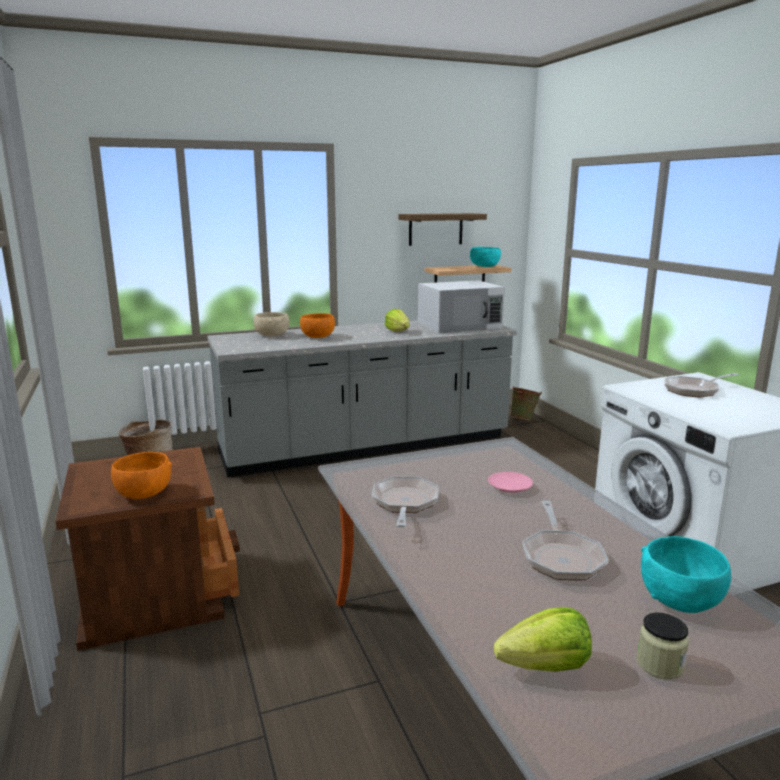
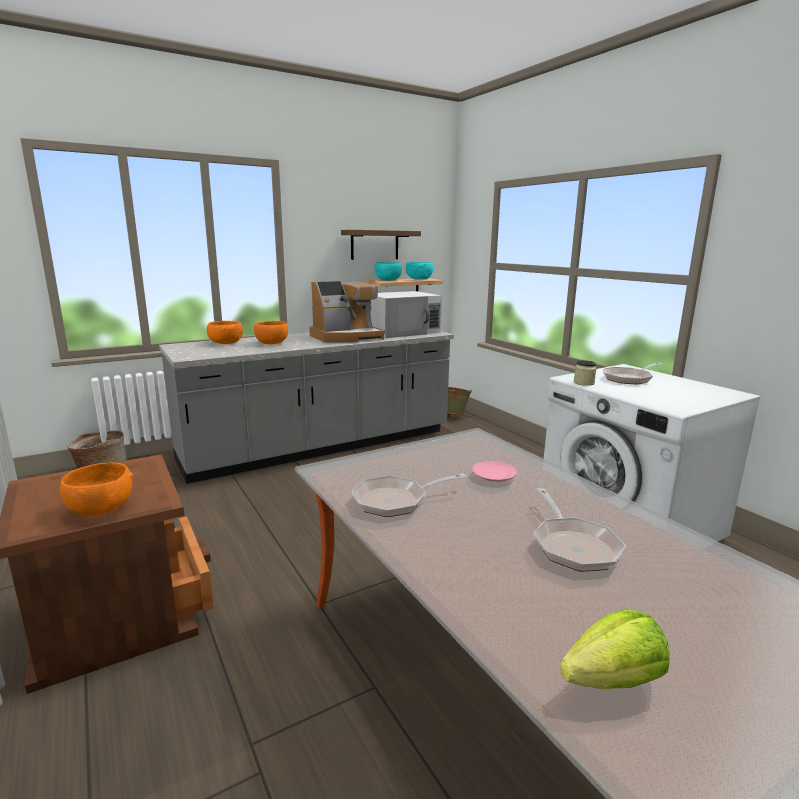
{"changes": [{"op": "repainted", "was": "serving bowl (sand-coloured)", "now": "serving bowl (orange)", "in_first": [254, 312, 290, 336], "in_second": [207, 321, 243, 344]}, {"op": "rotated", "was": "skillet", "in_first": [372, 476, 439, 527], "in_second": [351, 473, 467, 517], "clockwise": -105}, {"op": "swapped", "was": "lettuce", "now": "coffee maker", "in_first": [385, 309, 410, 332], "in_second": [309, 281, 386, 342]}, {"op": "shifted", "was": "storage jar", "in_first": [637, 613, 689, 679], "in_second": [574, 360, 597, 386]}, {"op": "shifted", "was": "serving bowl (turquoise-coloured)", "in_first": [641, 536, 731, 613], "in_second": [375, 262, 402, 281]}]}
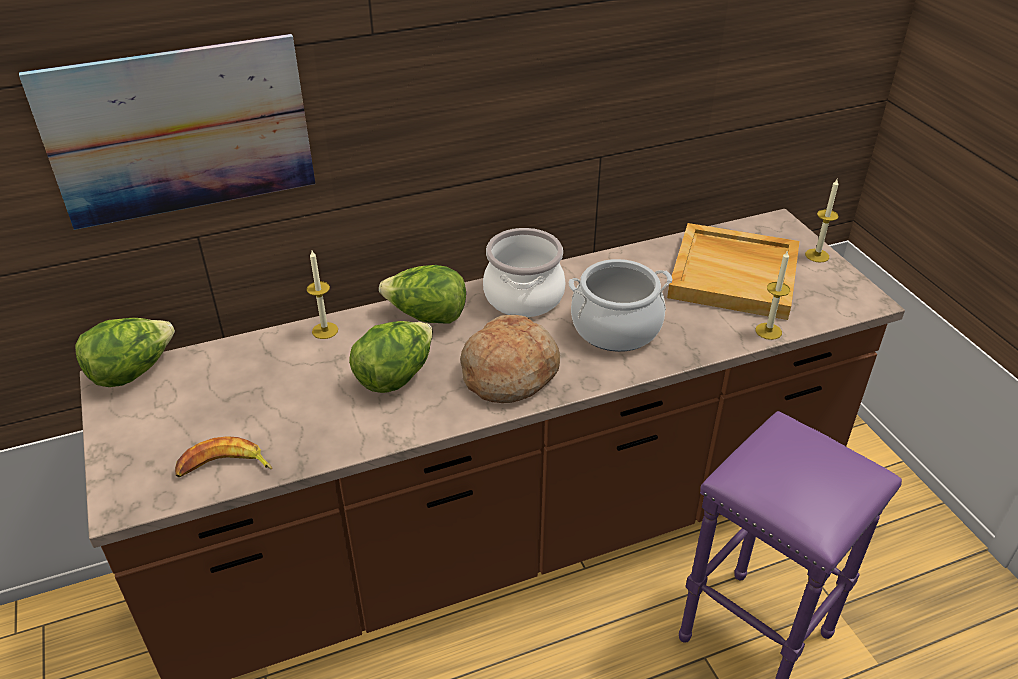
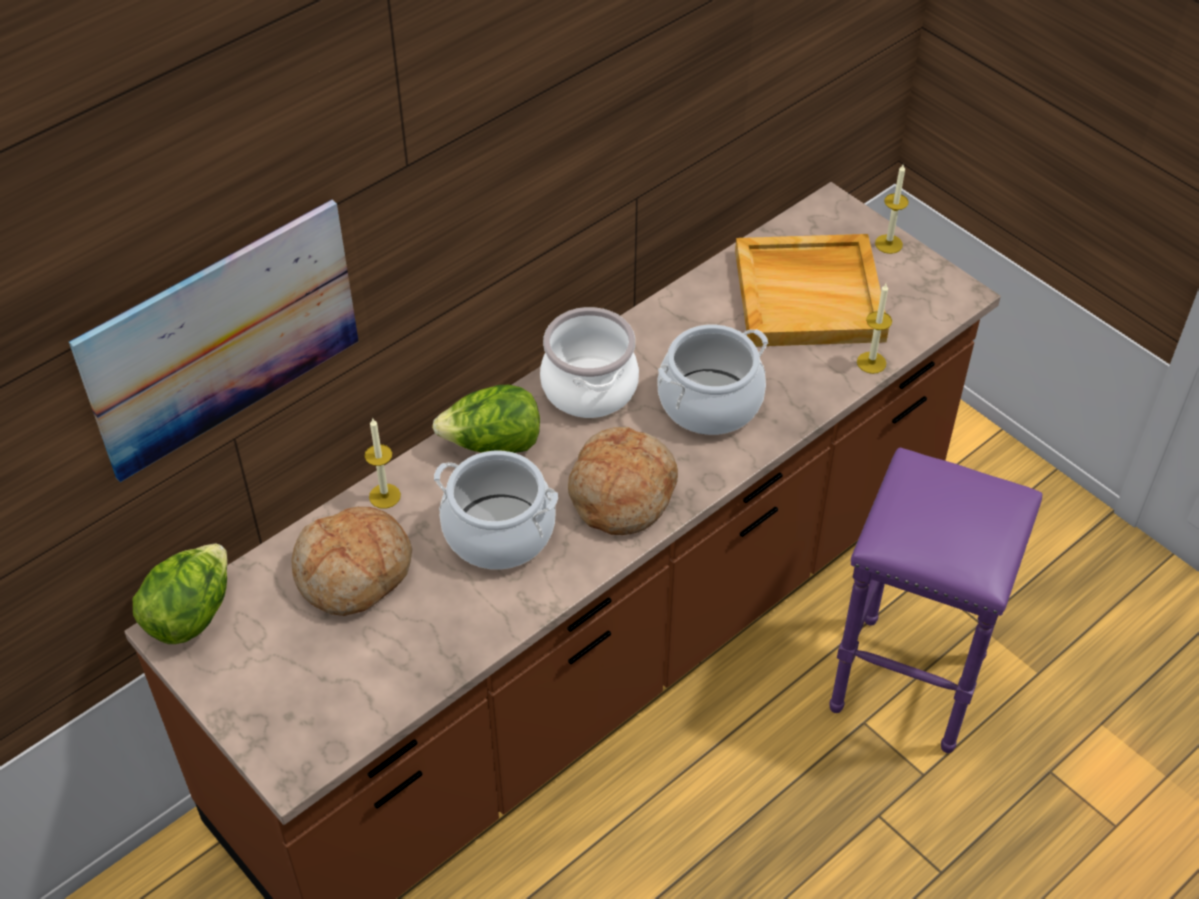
{"changes": [{"op": "gone", "was": "whole banana", "in_first": [175, 436, 272, 477]}, {"op": "swapped", "was": "lettuce", "now": "cooking pot", "in_first": [349, 321, 433, 393], "in_second": [434, 451, 558, 570]}, {"op": "new", "now": "bread", "in_second": [291, 507, 412, 616]}]}
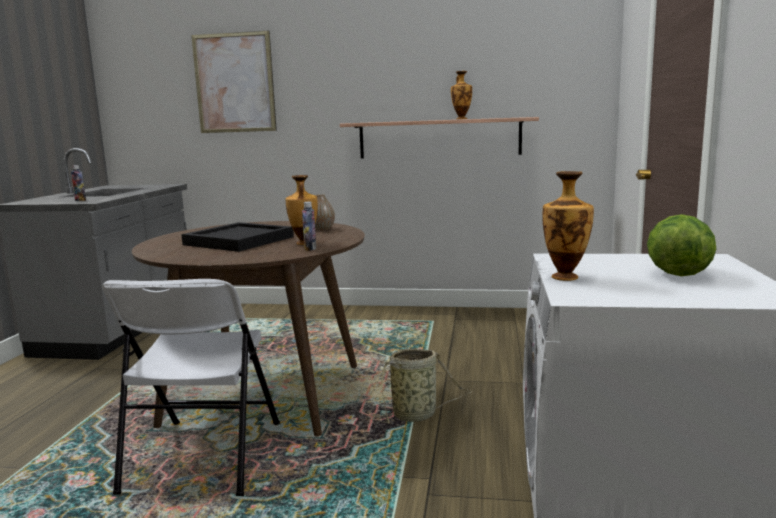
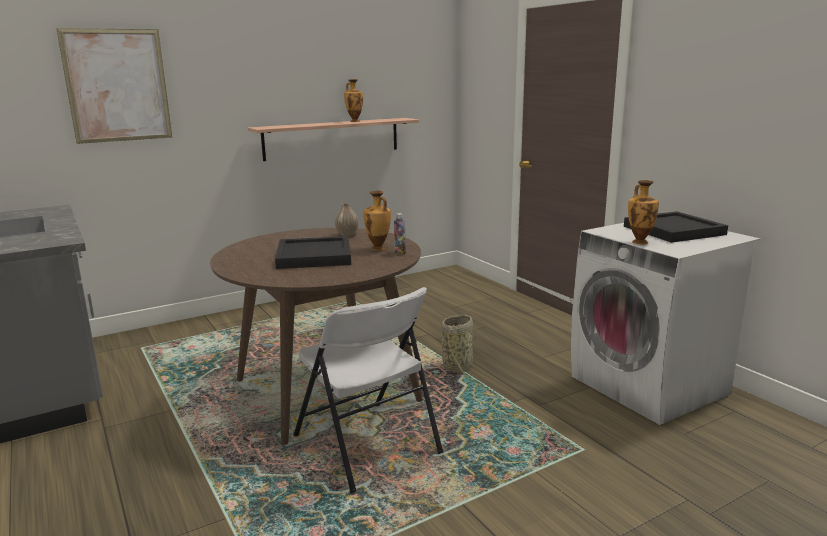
{"changes": [{"op": "gone", "was": "drink bottle", "in_first": [71, 165, 86, 201]}, {"op": "swapped", "was": "lettuce", "now": "carrying tray (black-coloured)", "in_first": [647, 214, 716, 276], "in_second": [624, 211, 728, 243]}]}
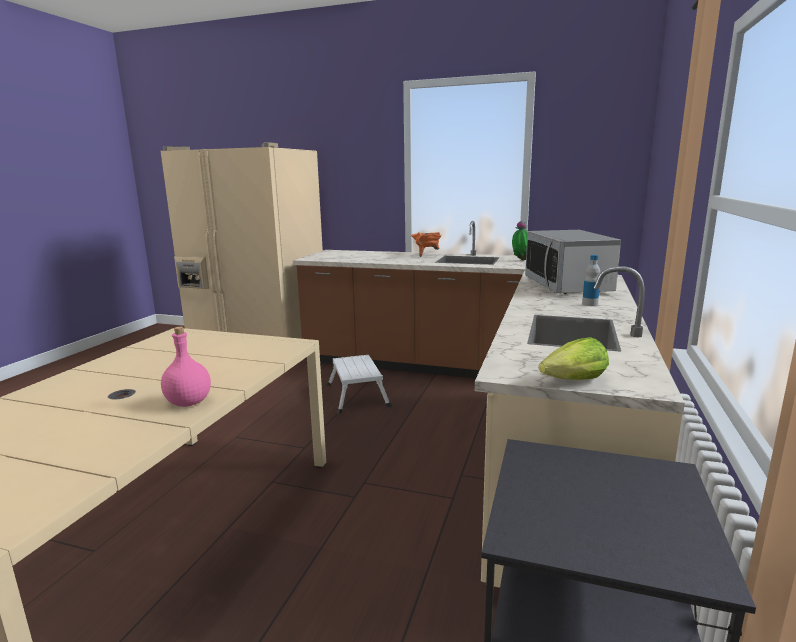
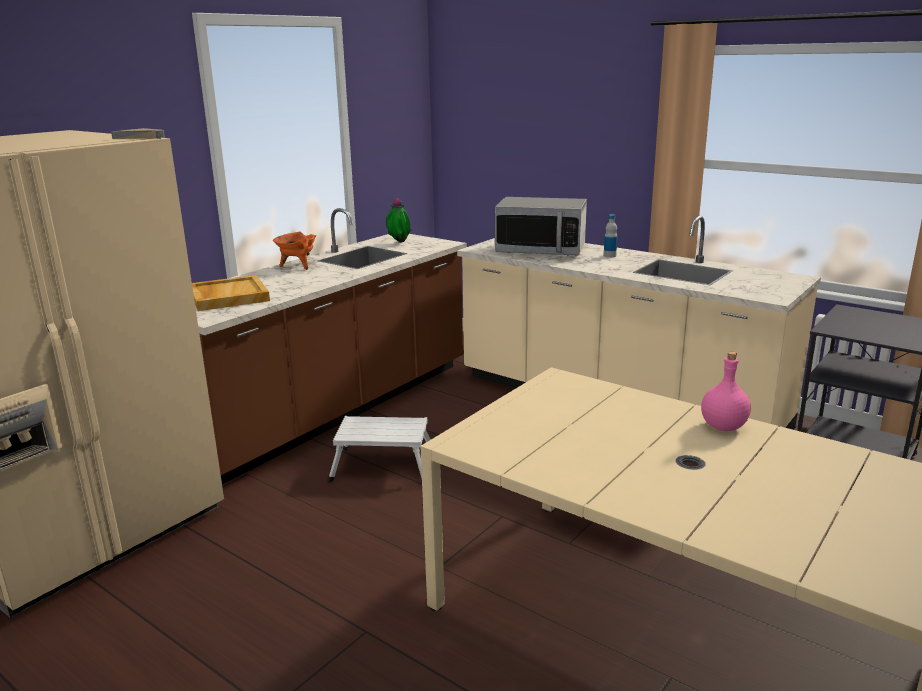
{"changes": [{"op": "gone", "was": "lettuce", "in_first": [539, 337, 609, 380]}, {"op": "new", "now": "carrying tray (sand-coloured)", "in_second": [192, 275, 270, 311]}]}
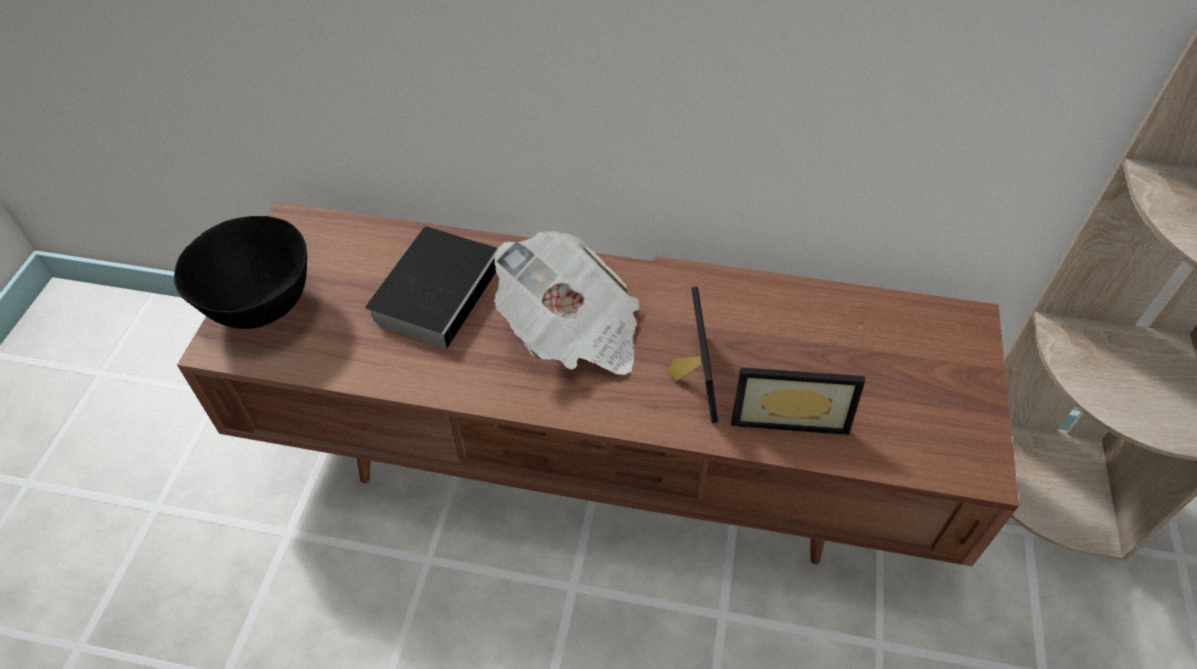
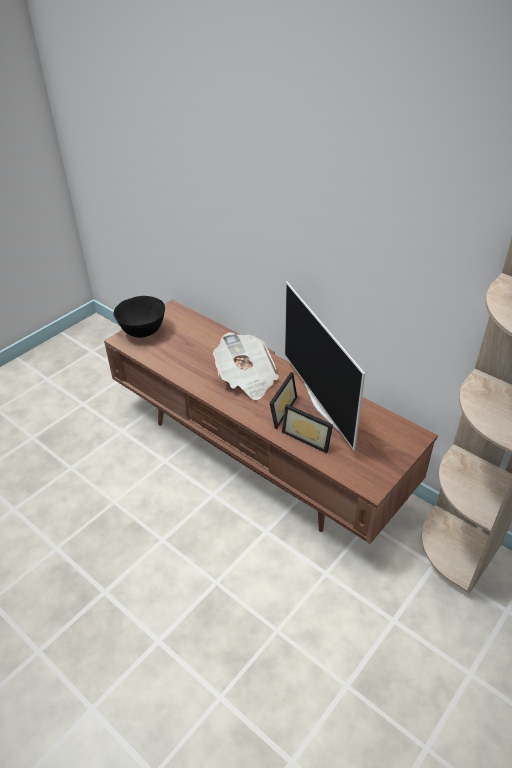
{"changes": [{"op": "gone", "was": "volume", "in_first": [365, 226, 498, 349]}, {"op": "new", "now": "TV set", "in_second": [284, 281, 365, 450]}]}
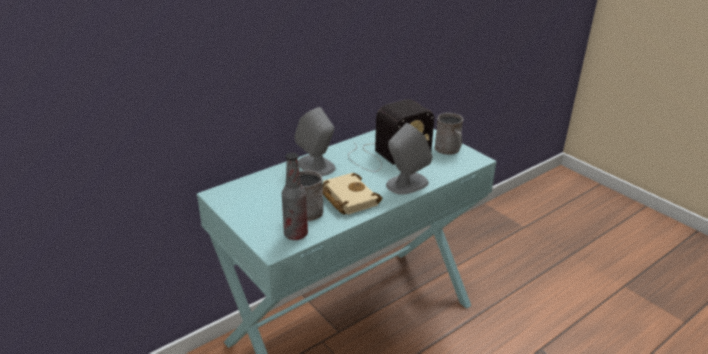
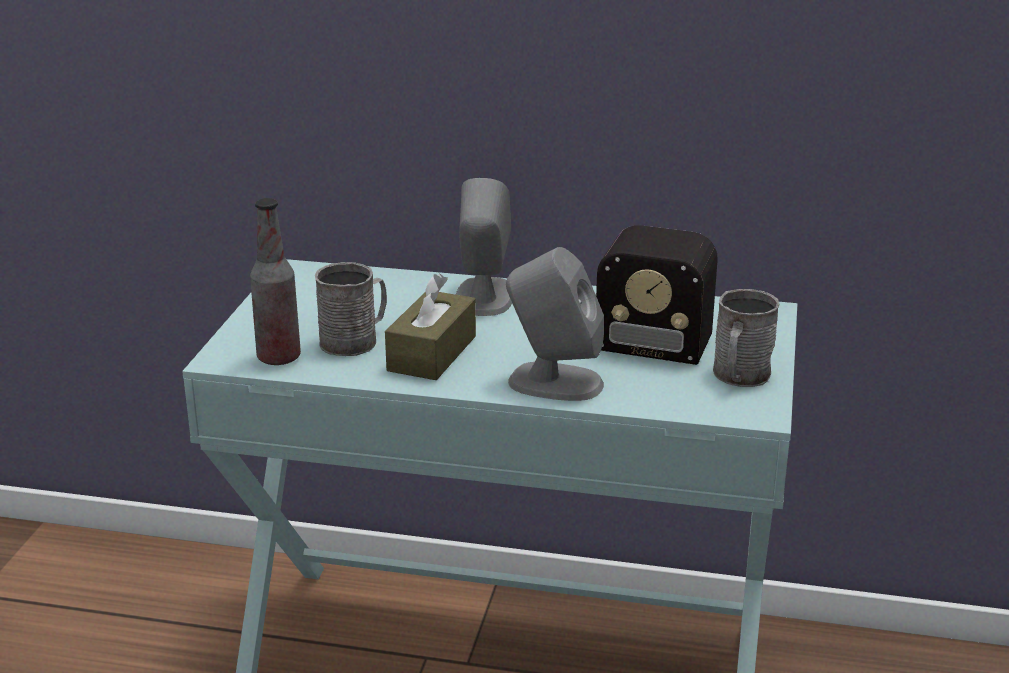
{"changes": [{"op": "swapped", "was": "volume (sand-coloured)", "now": "tissue holder (brown)", "in_first": [322, 173, 382, 215], "in_second": [385, 274, 476, 380]}]}
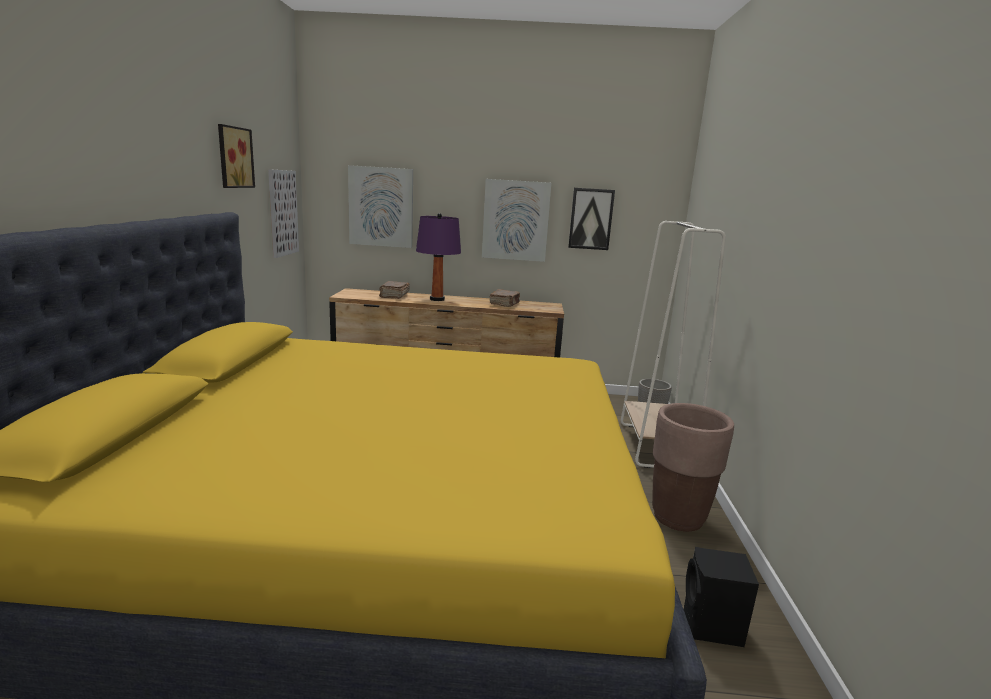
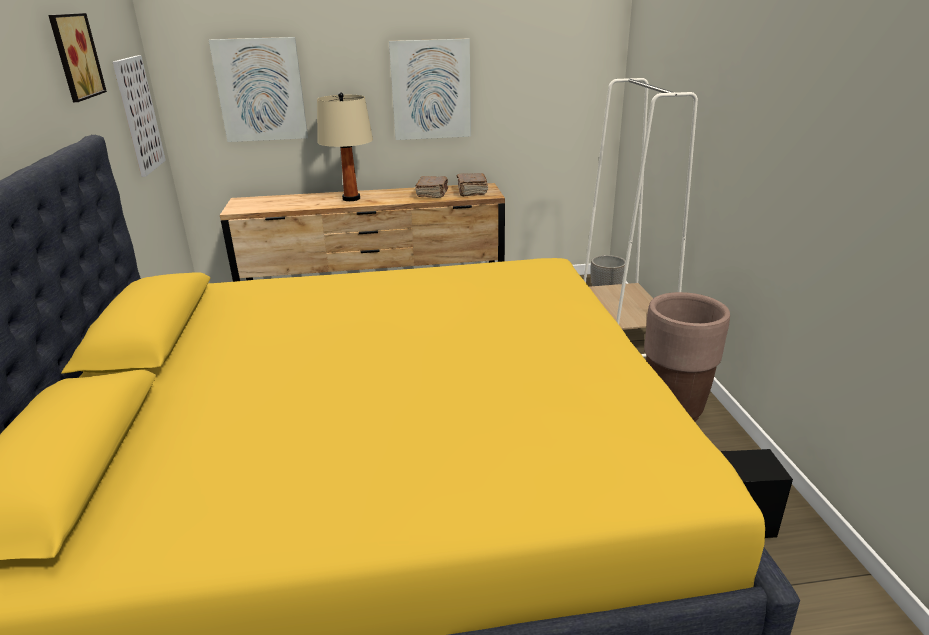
{"changes": [{"op": "shifted", "was": "volume (brown)", "in_first": [379, 281, 410, 299], "in_second": [457, 173, 488, 196]}, {"op": "repainted", "was": "lamp for a table (purplish)", "now": "lamp for a table (sand-coloured)", "in_first": [416, 213, 461, 301], "in_second": [317, 92, 373, 201]}, {"op": "gone", "was": "wall picture", "in_first": [568, 188, 615, 250]}]}
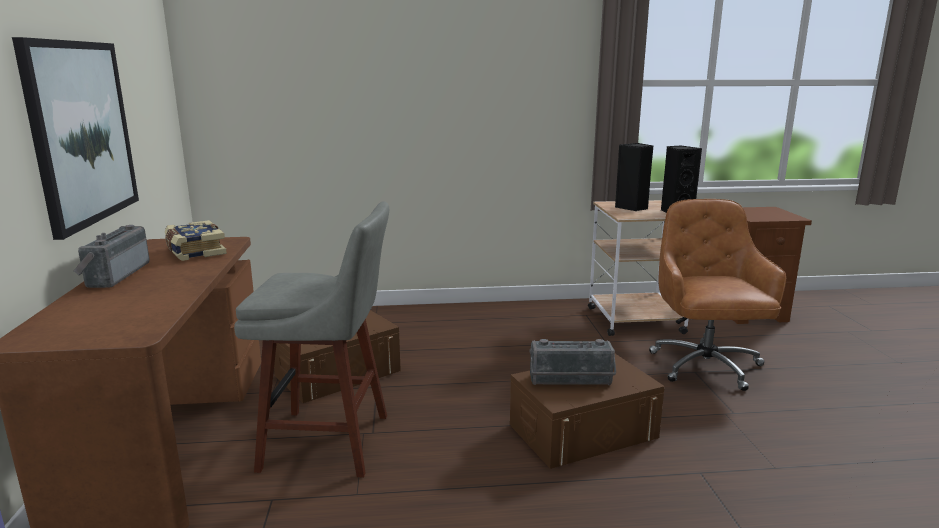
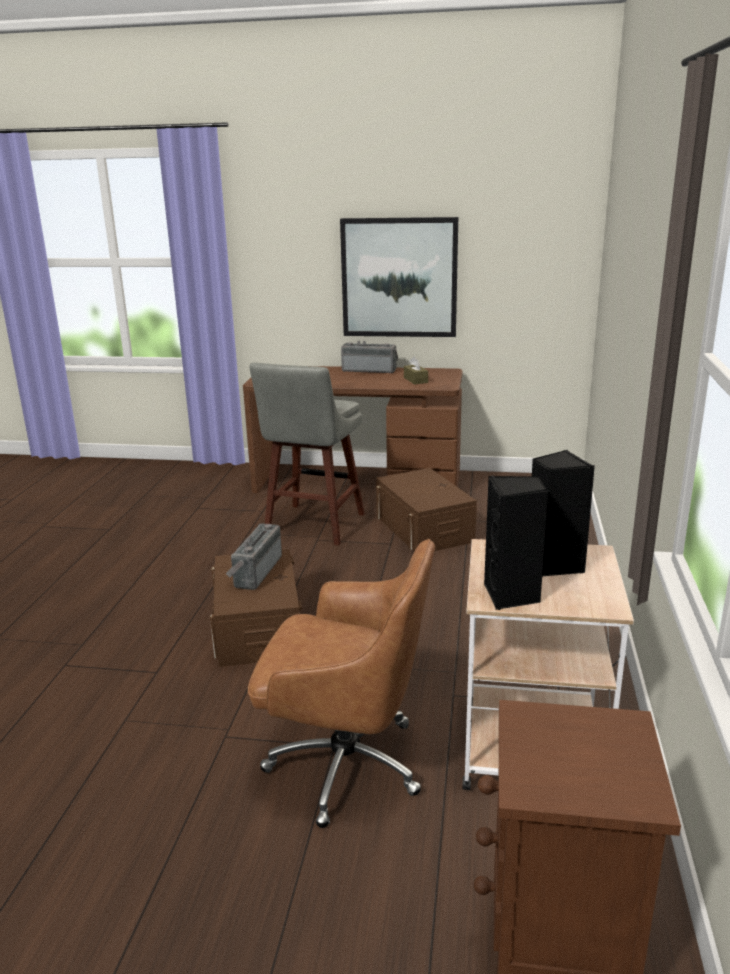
{"changes": [{"op": "swapped", "was": "volume", "now": "tissue holder (brown)", "in_first": [165, 220, 227, 261], "in_second": [404, 357, 428, 385]}]}
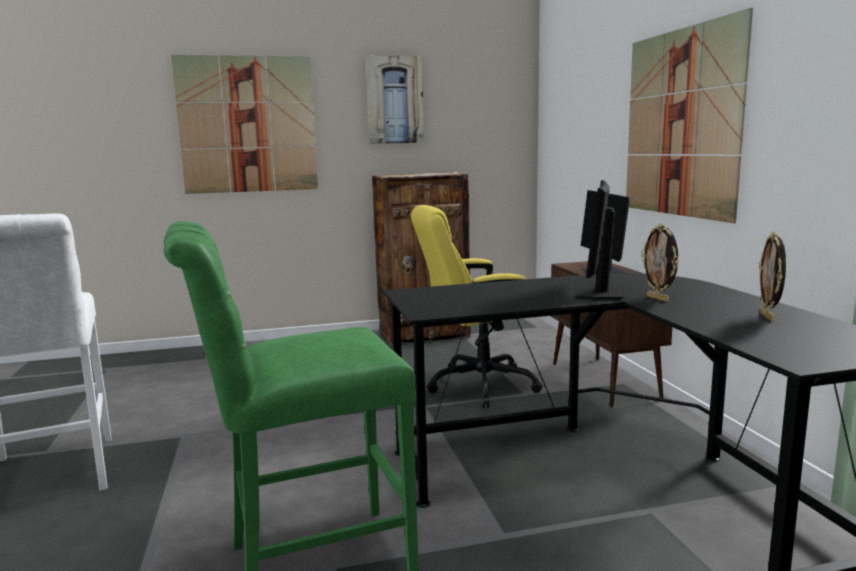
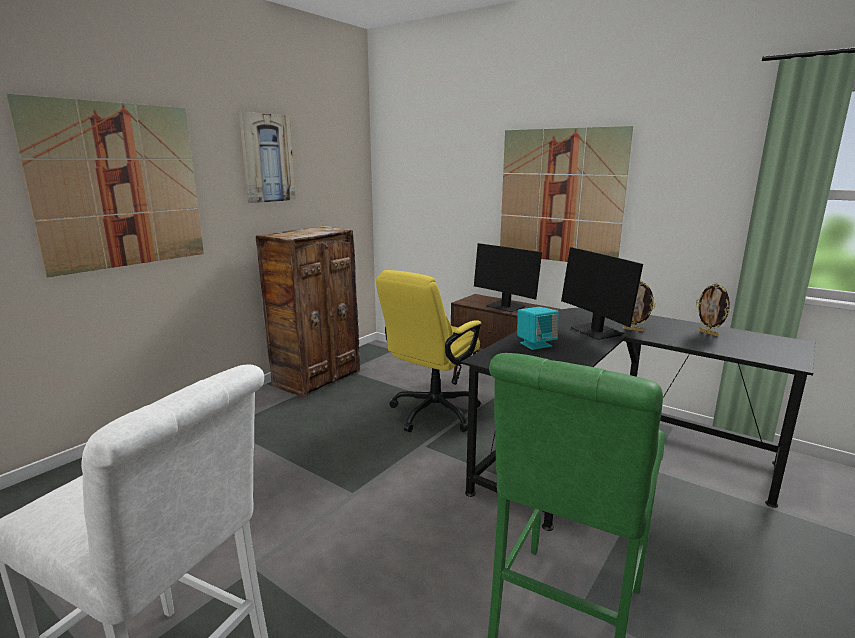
{"changes": [{"op": "new", "now": "loudspeaker (turquoise-coloured)", "in_second": [517, 307, 559, 350]}]}
